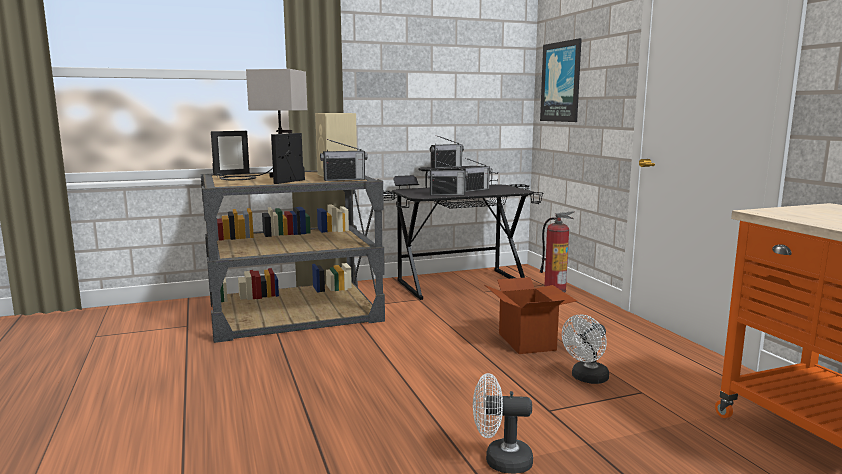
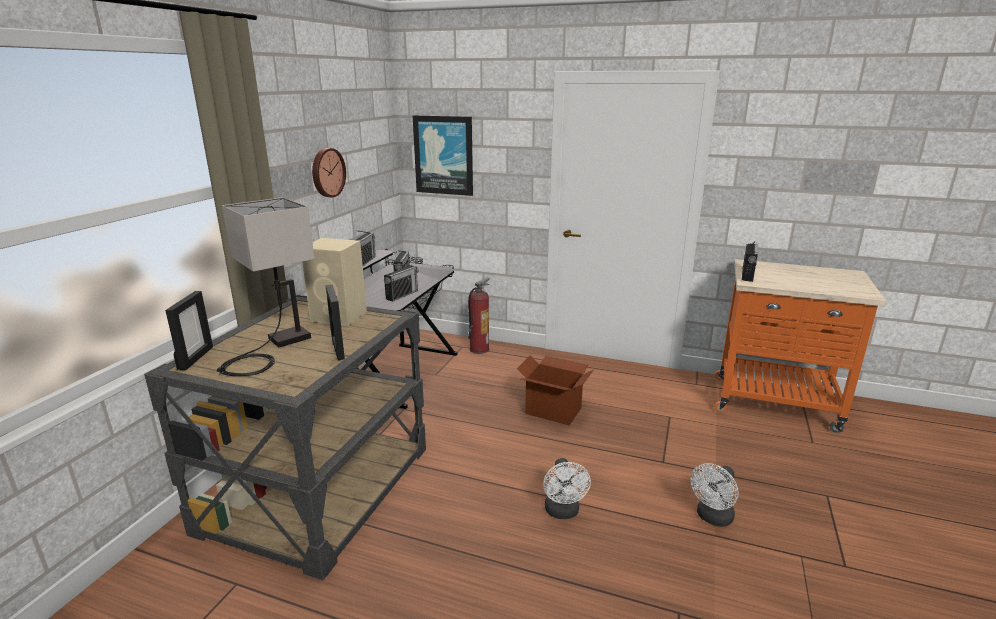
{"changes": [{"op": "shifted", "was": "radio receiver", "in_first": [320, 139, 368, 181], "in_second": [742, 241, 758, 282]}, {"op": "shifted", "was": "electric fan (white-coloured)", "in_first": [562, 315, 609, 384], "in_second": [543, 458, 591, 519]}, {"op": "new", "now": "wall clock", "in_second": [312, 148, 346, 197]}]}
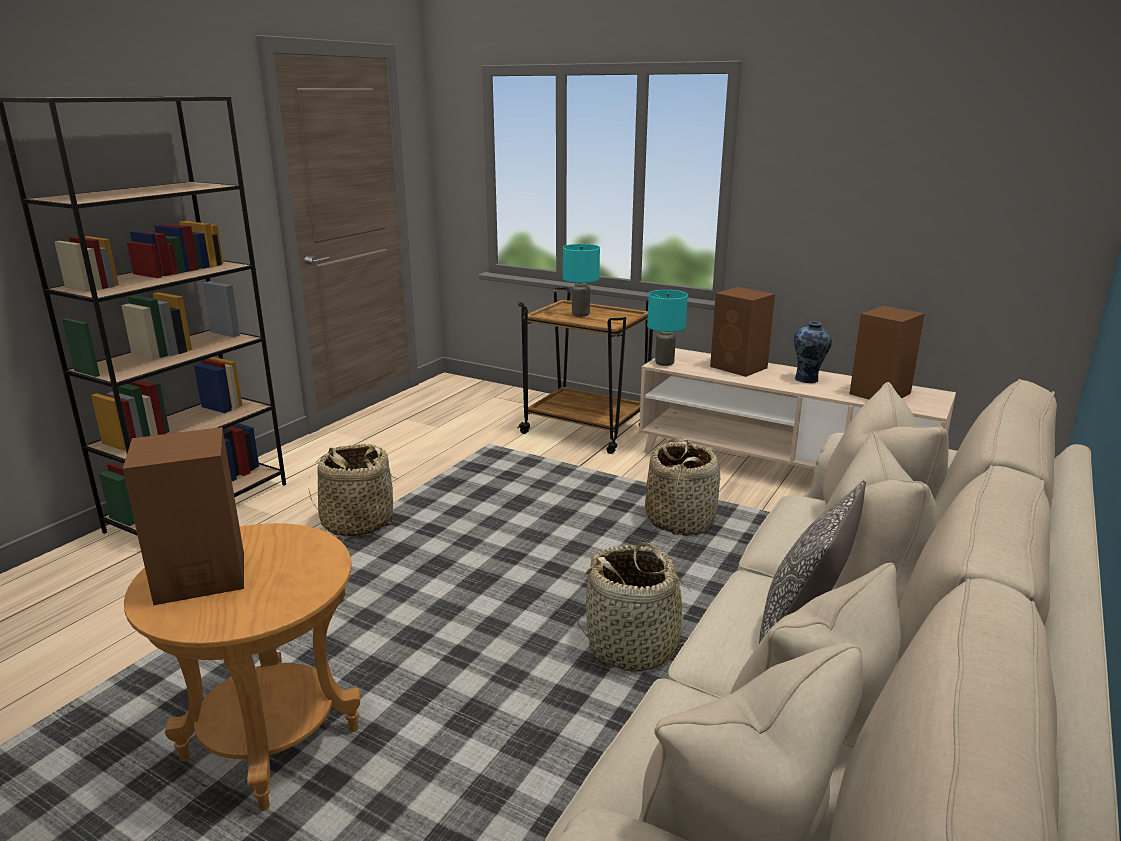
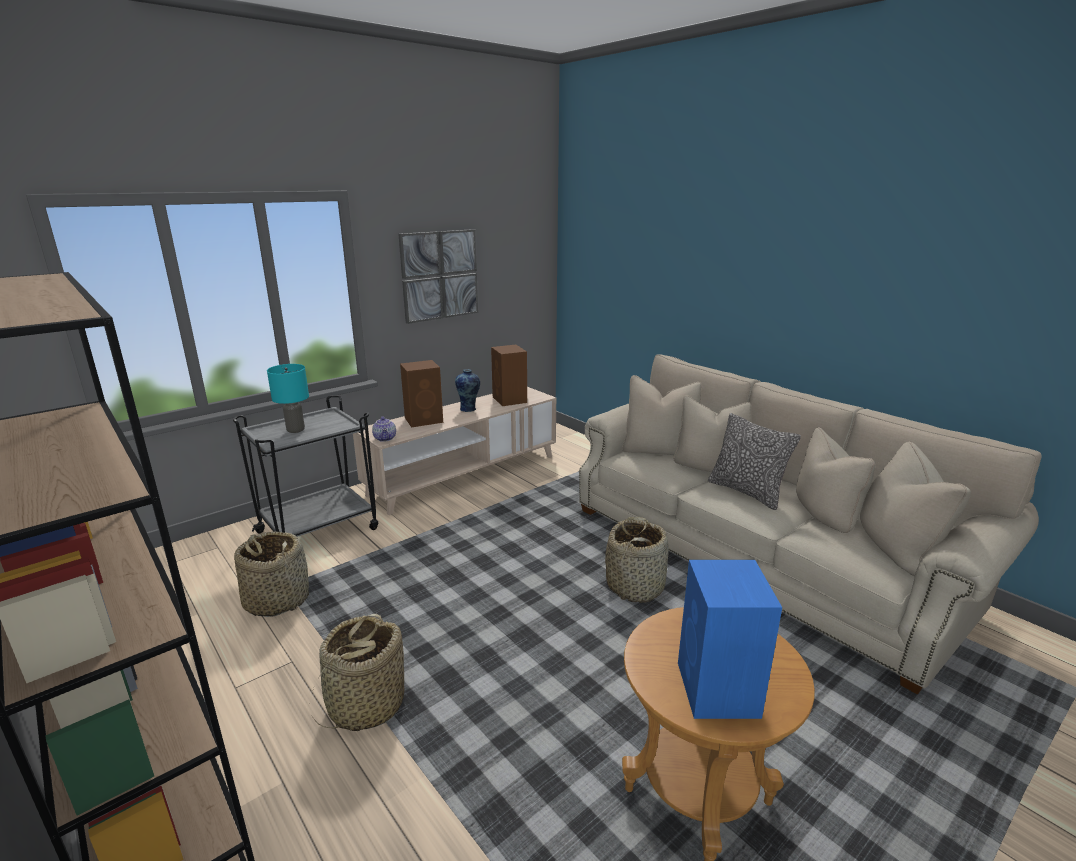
{"changes": [{"op": "repainted", "was": "loudspeaker (brown)", "now": "loudspeaker (bluish)", "in_first": [123, 427, 244, 605], "in_second": [678, 560, 782, 719]}, {"op": "repainted", "was": "cart (brown)", "now": "cart (gray)", "in_first": [517, 287, 653, 454], "in_second": [233, 395, 378, 537]}, {"op": "shifted", "was": "basket", "in_first": [645, 437, 721, 536], "in_second": [234, 531, 309, 617]}, {"op": "swapped", "was": "lamp for a table (turquoise-coloured)", "now": "pot for tea", "in_first": [647, 290, 688, 366], "in_second": [372, 416, 396, 442]}, {"op": "new", "now": "wall picture", "in_second": [398, 229, 478, 324]}]}
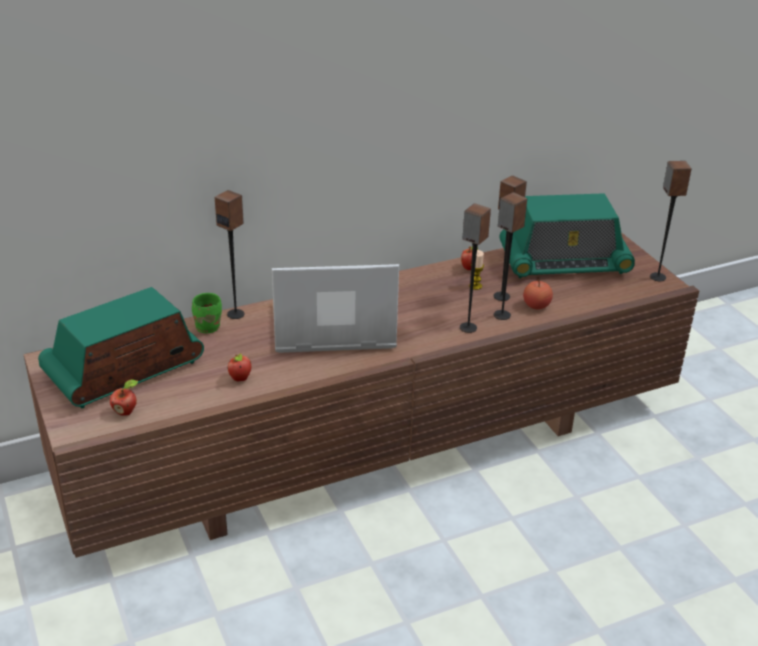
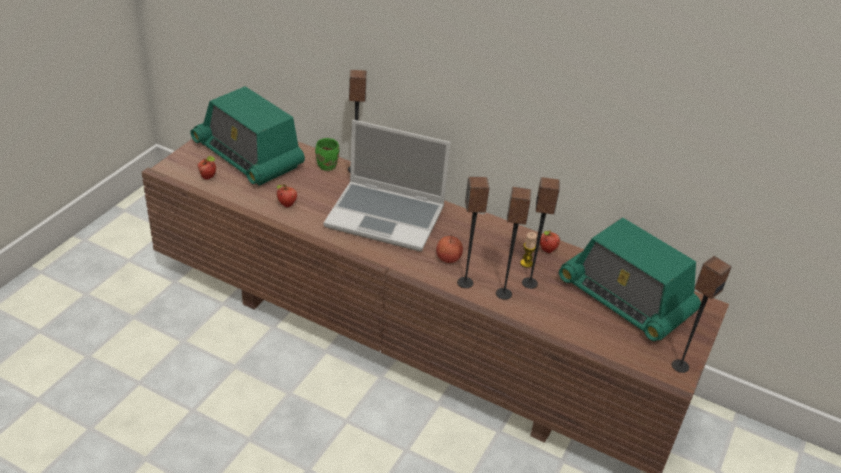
{"changes": [{"op": "rotated", "was": "radio receiver", "in_first": [38, 287, 204, 409], "in_second": [190, 86, 305, 186], "clockwise": -150}, {"op": "rotated", "was": "laptop", "in_first": [272, 264, 399, 353], "in_second": [323, 120, 451, 251], "clockwise": 150}, {"op": "shifted", "was": "apple", "in_first": [523, 277, 553, 309], "in_second": [436, 234, 463, 263]}]}
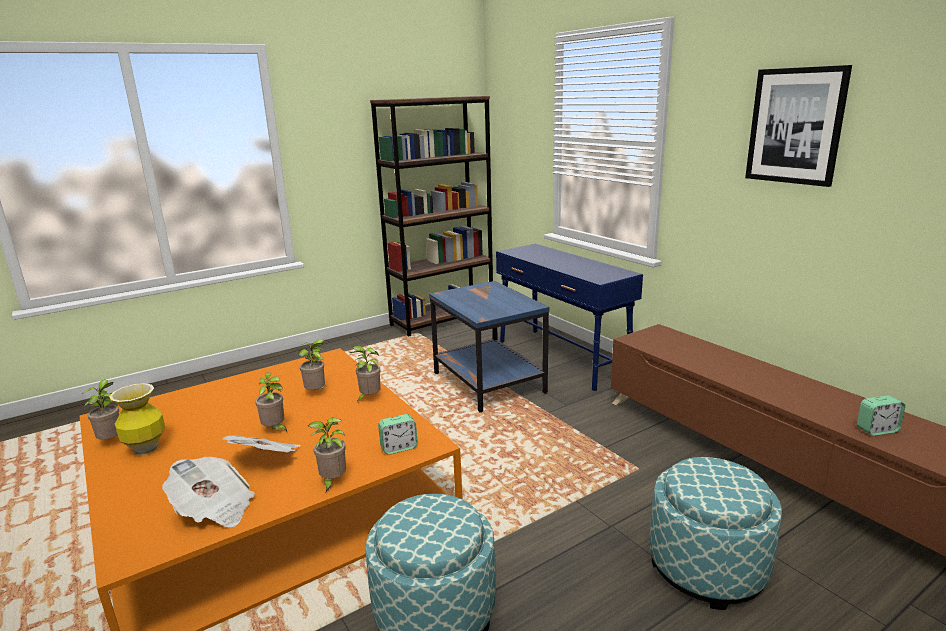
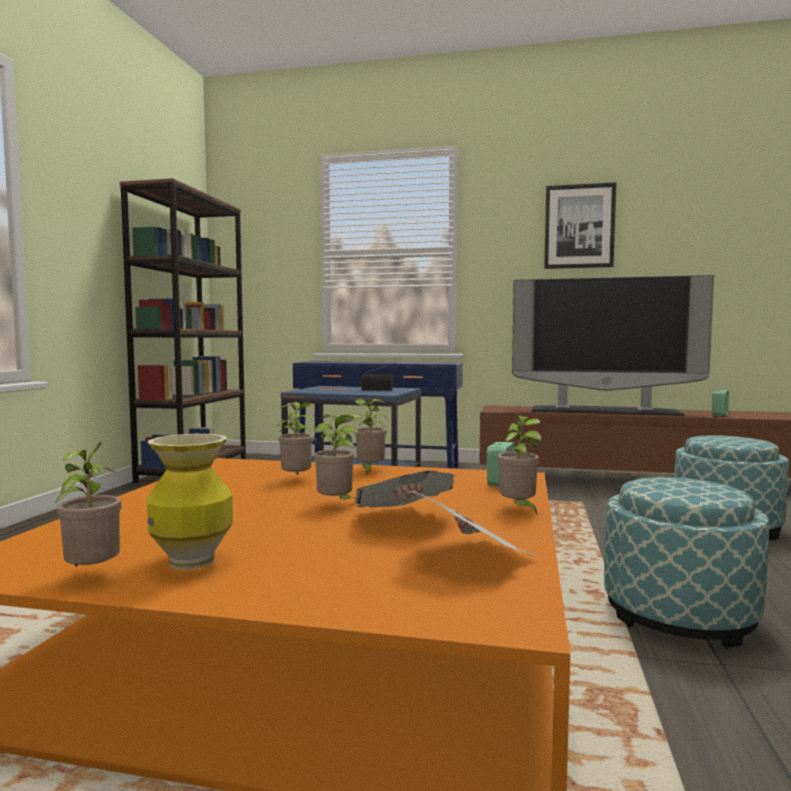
{"changes": [{"op": "new", "now": "radio receiver", "in_second": [361, 363, 395, 391]}, {"op": "new", "now": "TV set", "in_second": [512, 275, 714, 416]}]}
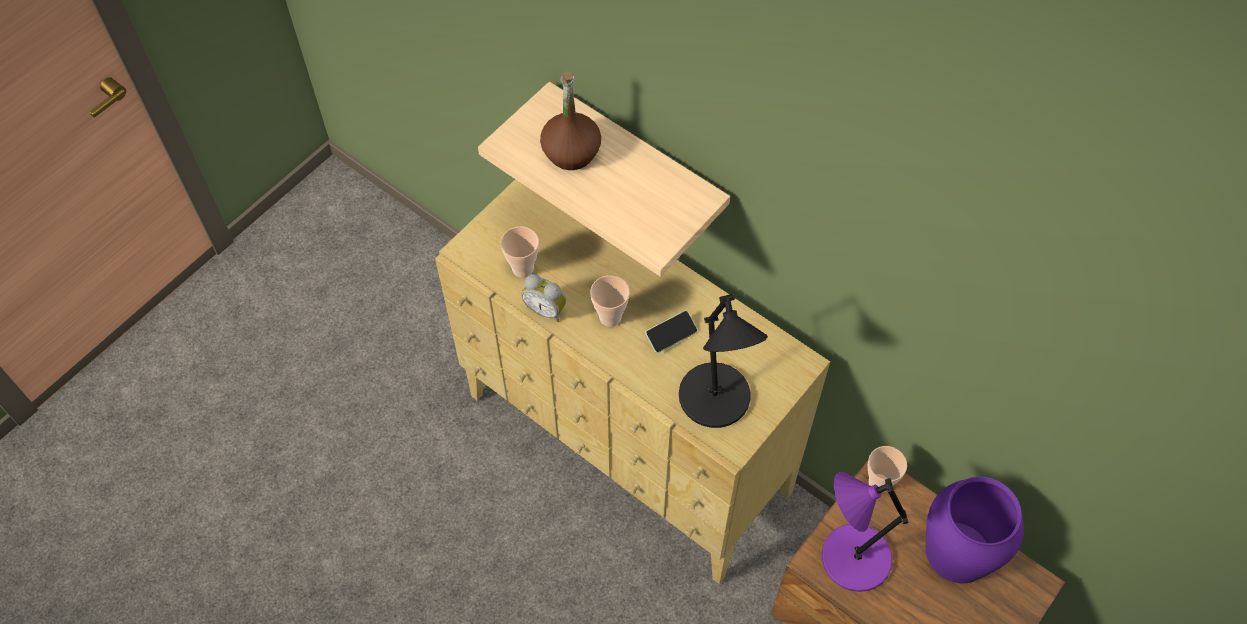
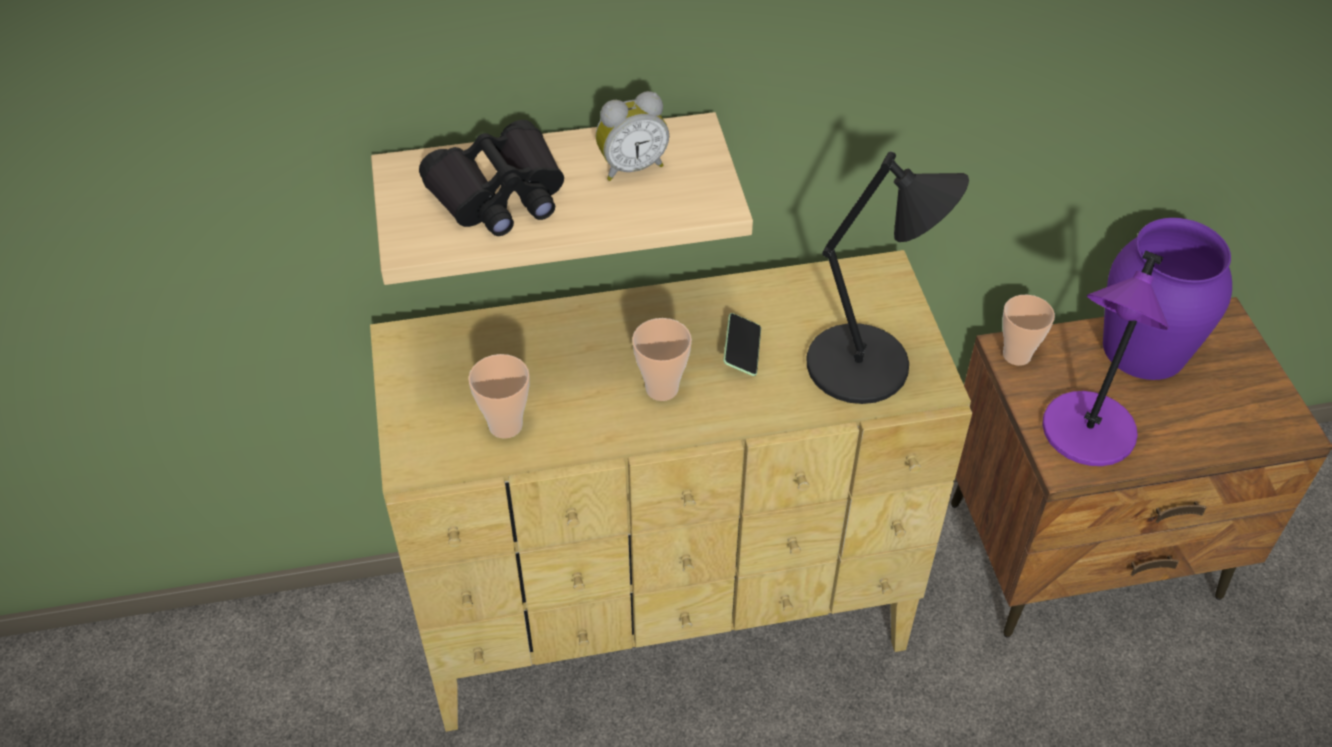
{"changes": [{"op": "shifted", "was": "bedside clock", "in_first": [521, 274, 566, 322], "in_second": [596, 91, 669, 181]}, {"op": "swapped", "was": "drink bottle (brown)", "now": "binoculars (black-coloured)", "in_first": [540, 72, 601, 170], "in_second": [419, 120, 564, 236]}]}
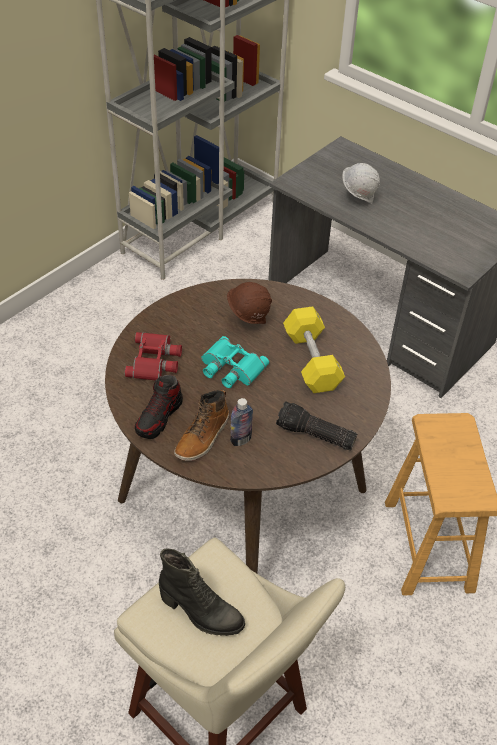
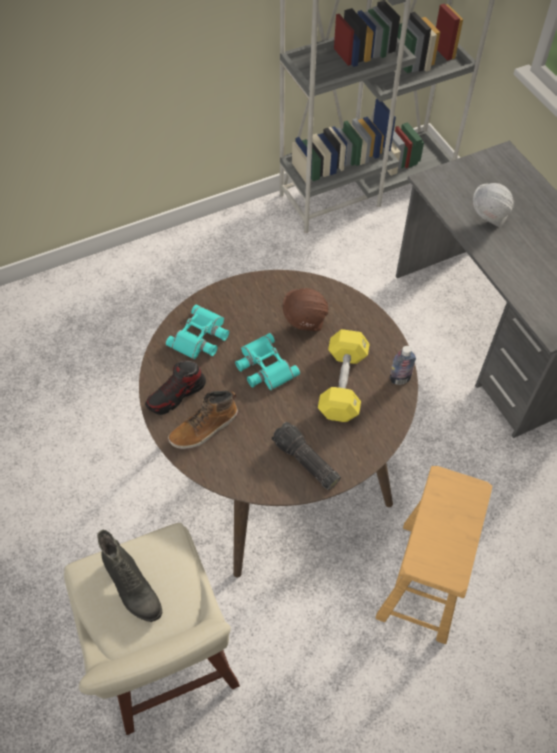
{"changes": [{"op": "repainted", "was": "binoculars (reddish)", "now": "binoculars (turquoise-coloured)", "in_first": [124, 332, 182, 380], "in_second": [166, 305, 229, 359]}, {"op": "shifted", "was": "drink bottle", "in_first": [230, 398, 253, 446], "in_second": [389, 346, 416, 385]}]}
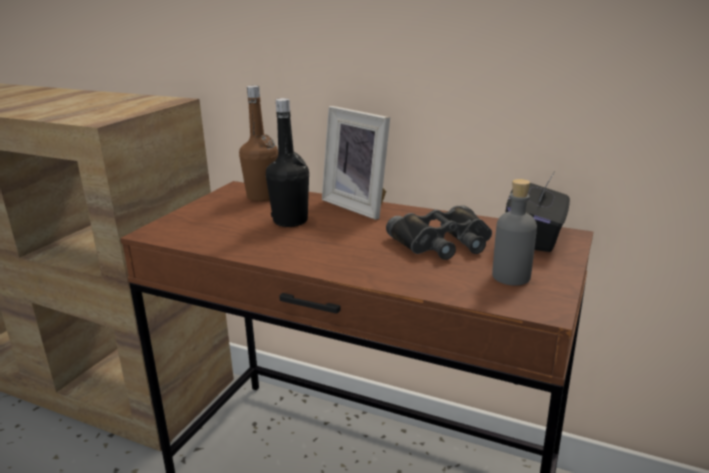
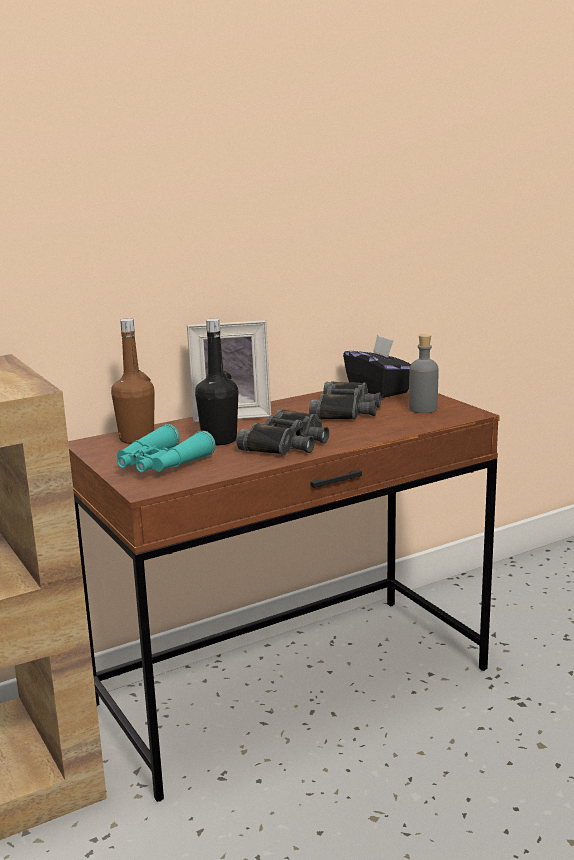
{"changes": [{"op": "new", "now": "binoculars (turquoise-coloured)", "in_second": [117, 424, 216, 472]}, {"op": "new", "now": "binoculars (black-coloured)", "in_second": [236, 409, 329, 455]}]}
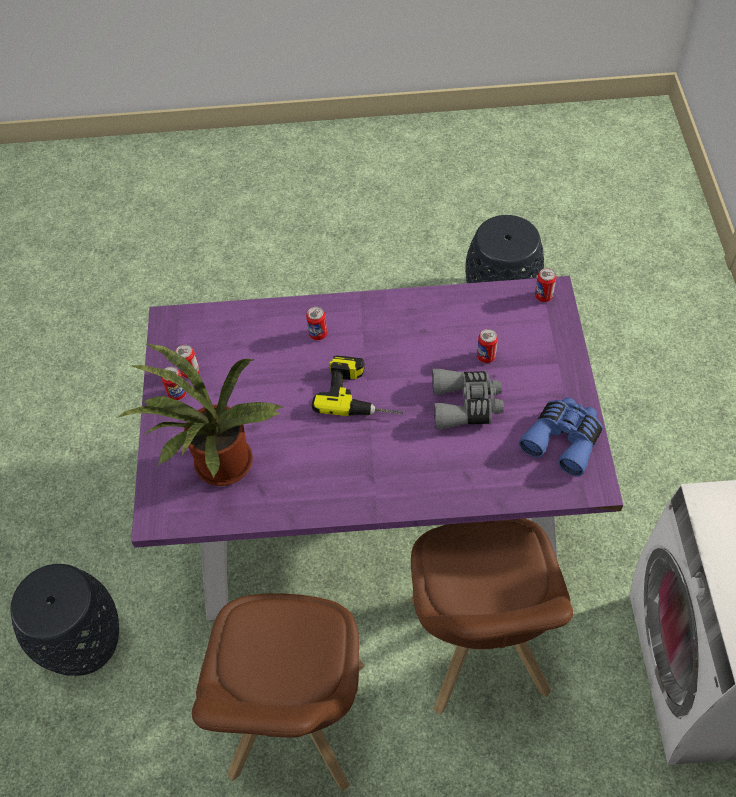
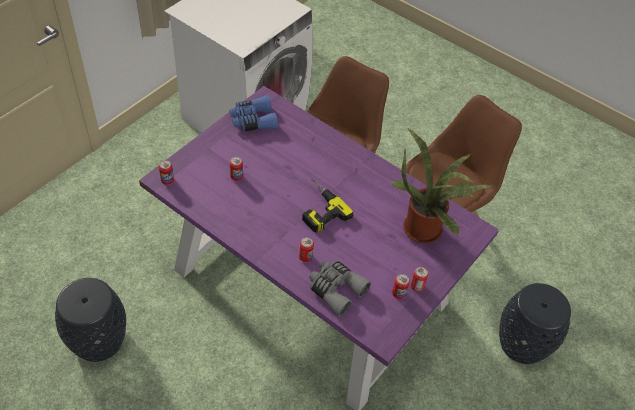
{"changes": [{"op": "shifted", "was": "binoculars (gray)", "in_first": [432, 369, 504, 430], "in_second": [309, 261, 371, 317]}]}
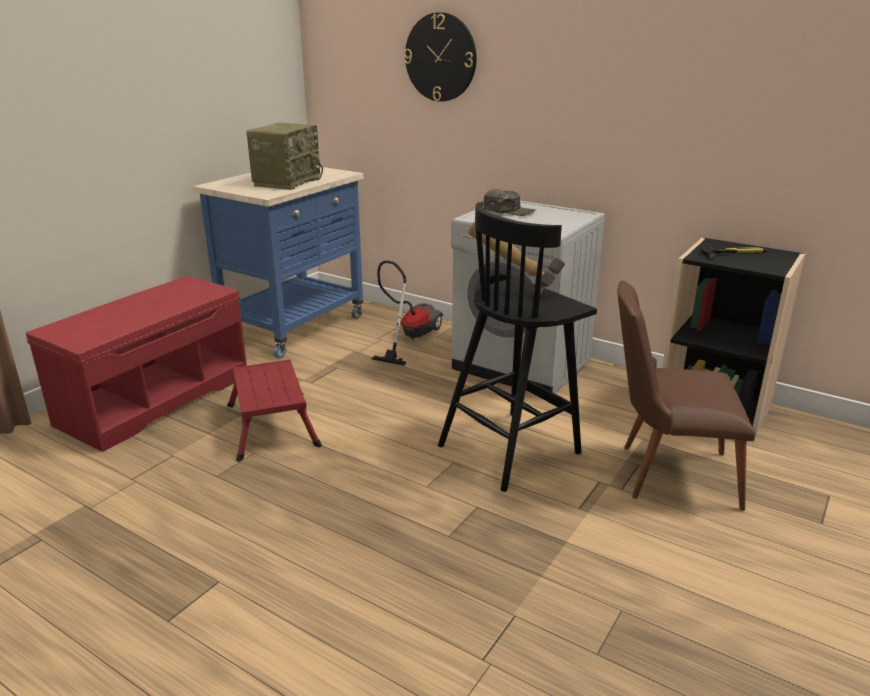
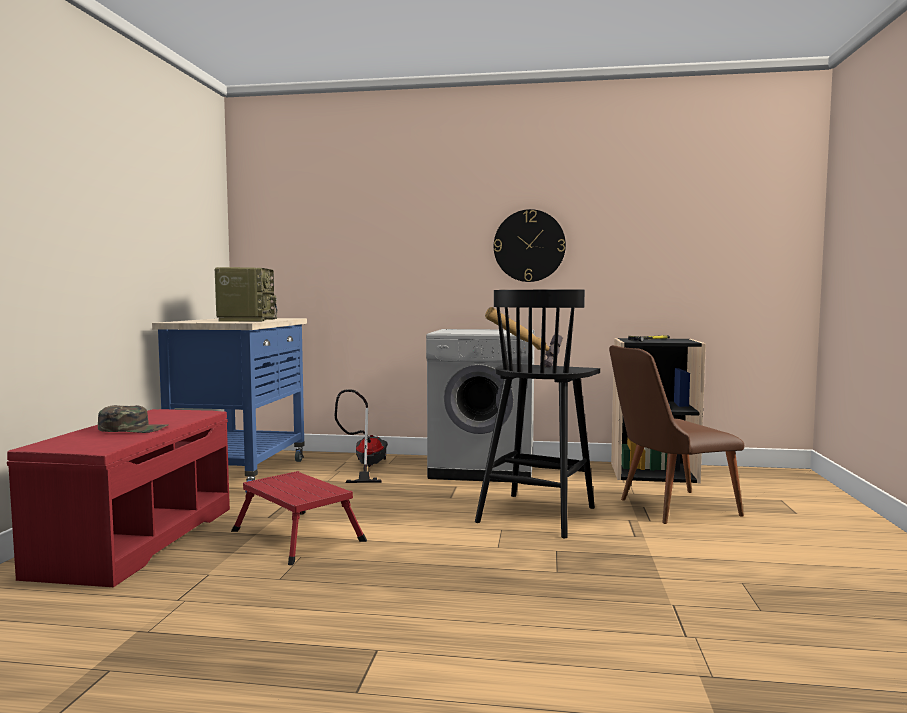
{"changes": [{"op": "shifted", "was": "wall clock", "in_first": [404, 12, 477, 102], "in_second": [494, 209, 566, 282]}, {"op": "shifted", "was": "cap (green-coloured)", "in_first": [483, 189, 536, 216], "in_second": [98, 405, 168, 433]}]}
